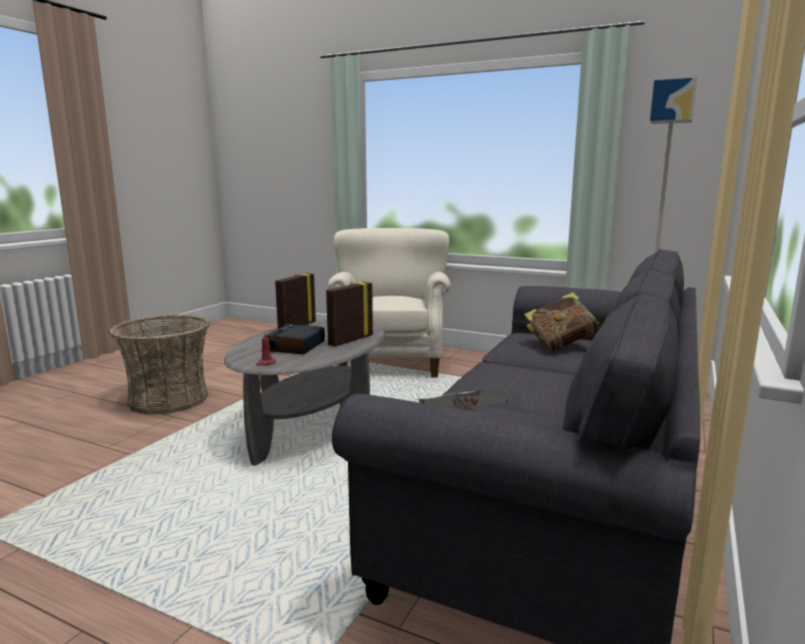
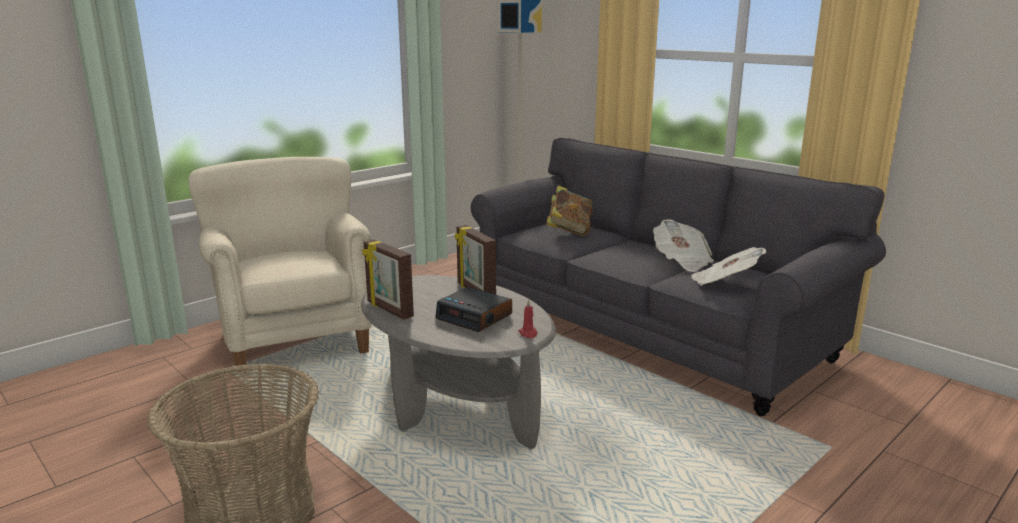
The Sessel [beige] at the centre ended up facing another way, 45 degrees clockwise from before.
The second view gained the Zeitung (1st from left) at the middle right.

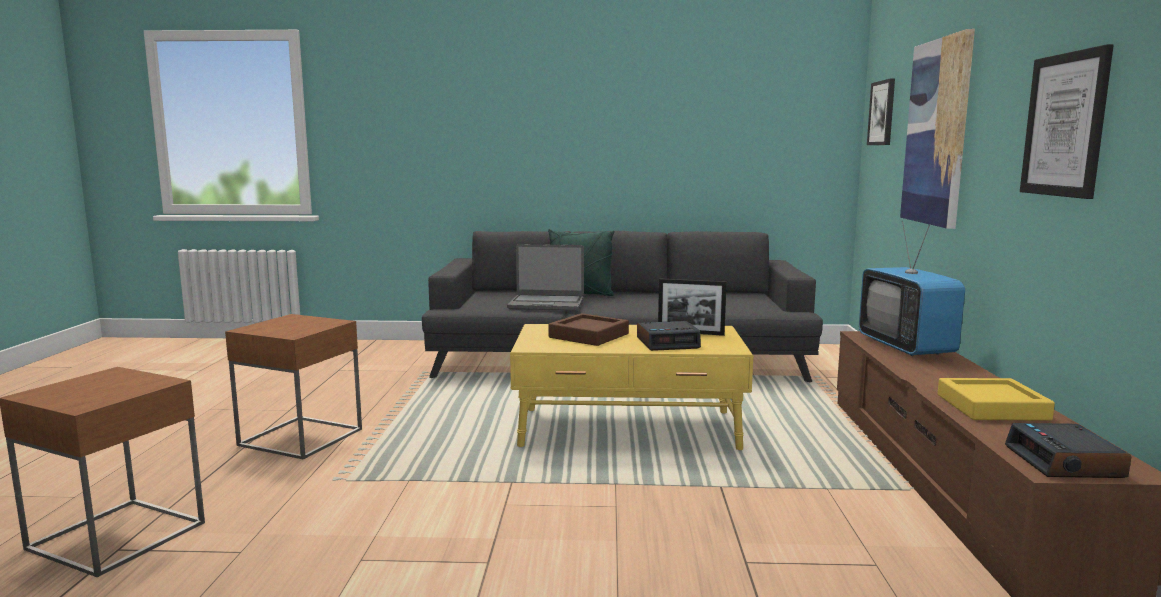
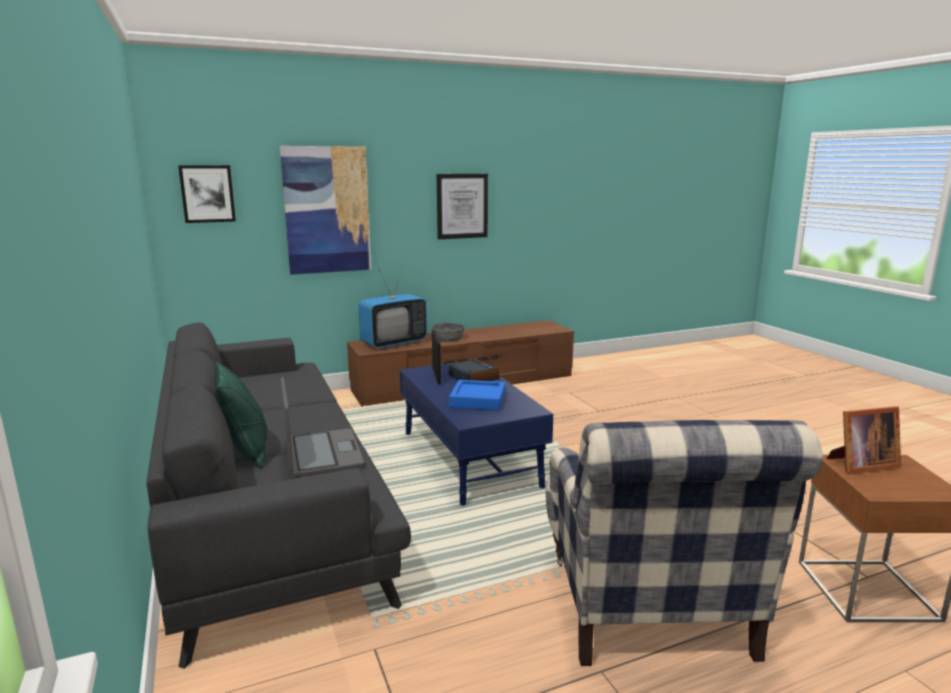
What was the Tablett [braun] at the centre turned into the Tablett [blau] at the centre.
Where the Beistelltisch [braun] (2nd from left) stood at the middle left, the Sessel came to stand at the bottom right.
What was the Couchtisch [gelb] at the centre turned into the Couchtisch [blau] at the centre.
The second view lost the Tablett [gelb] at the bottom right.
The second view lost the Wecker (2nd from left) at the bottom right.
The second view gained the Schüssel [grau] at the centre.
The second view gained the Bilderrahmen (2nd from left) at the middle right.

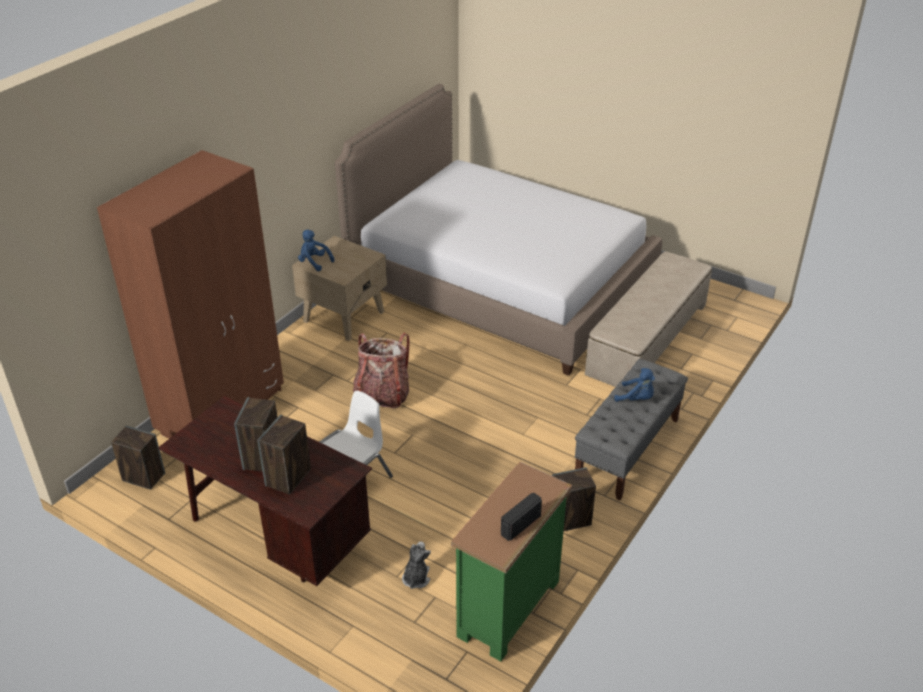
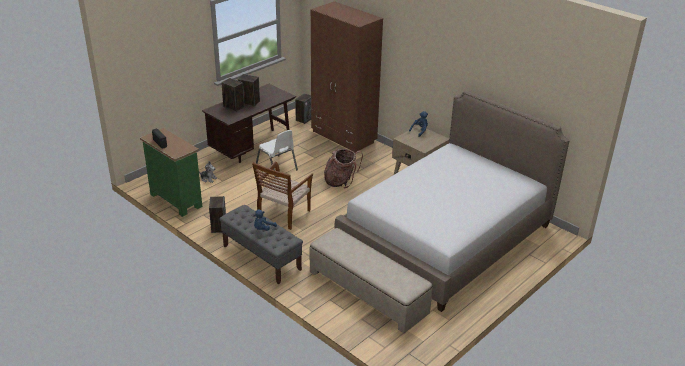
The second view gained the Sessel [braun] at the centre.

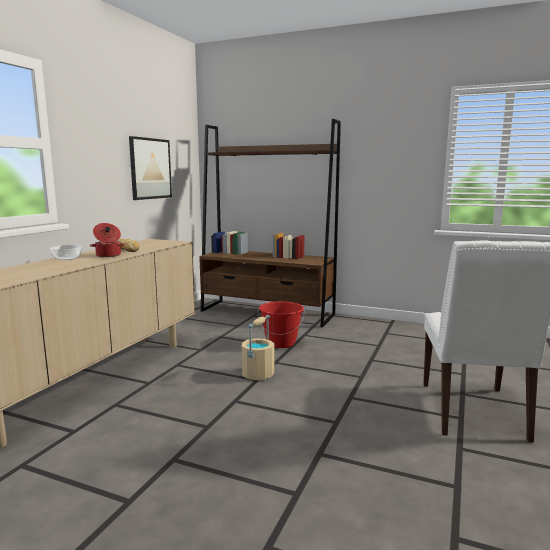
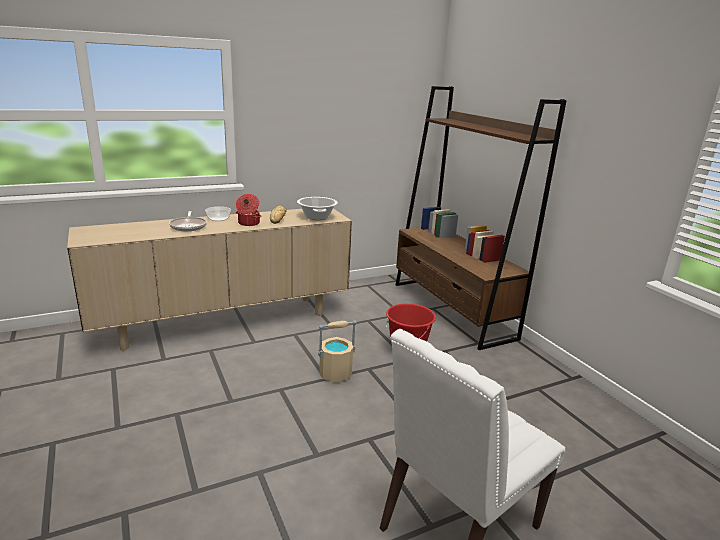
The second view lost the Bild at the top left.
The second view gained the Kochtopf (2nd from left) at the centre.
The second view gained the Pfanne at the middle left.

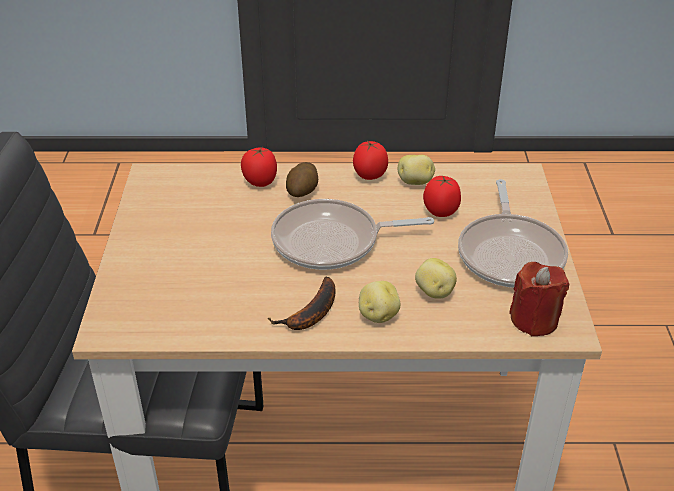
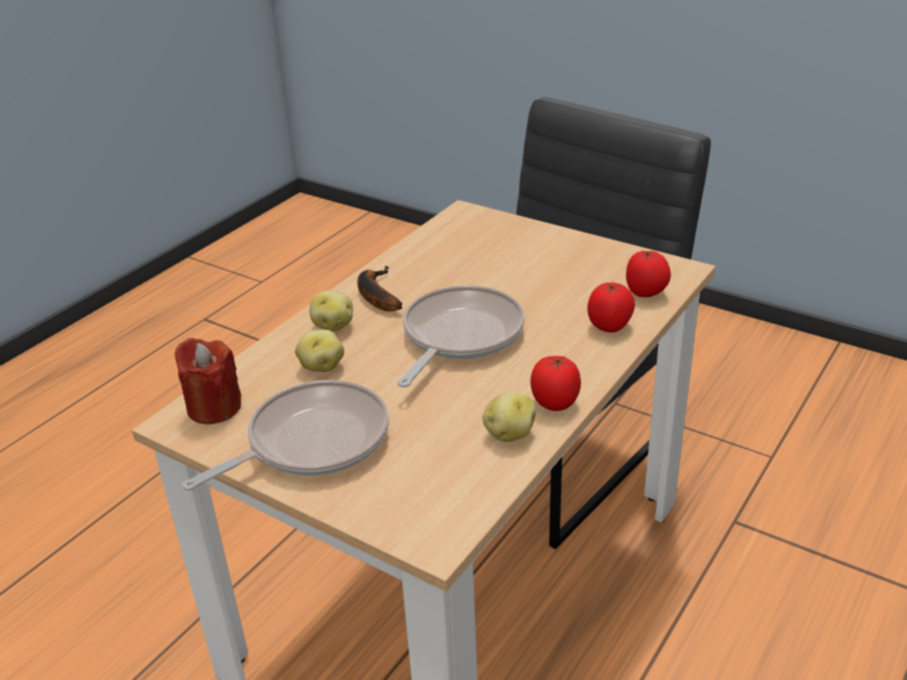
The second view lost the Kartoffel (1st from left) at the centre.
The Tomate (3rd from left) ended up elsewhere, having gone from the centre to the middle right.
The Pfanne (2nd from left in the first image) at the middle right ended up facing another way, 105 degrees clockwise from before.

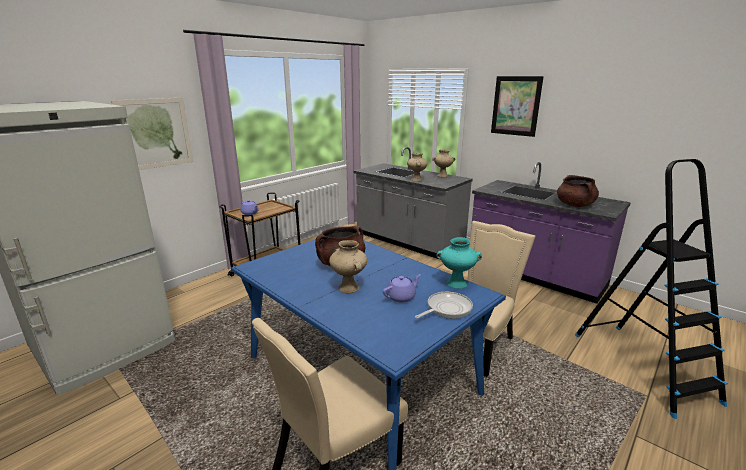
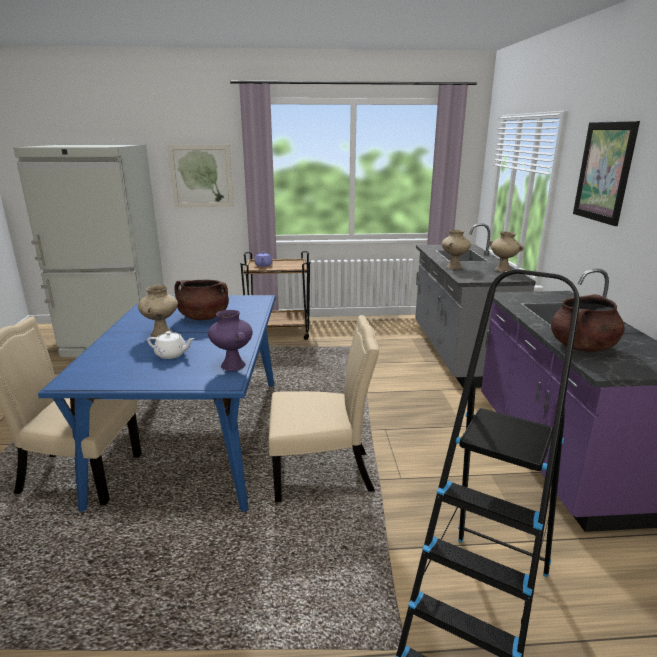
What was the Vase [türkis] at the centre turned into the Vase [lila] at the centre.
What was the Teekanne [lila] (2nd from left) at the centre turned into the Teekanne [weiß] at the middle left.
The second view lost the Pfanne at the centre.

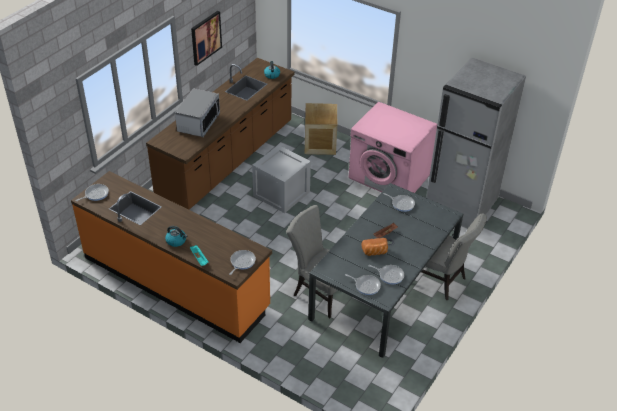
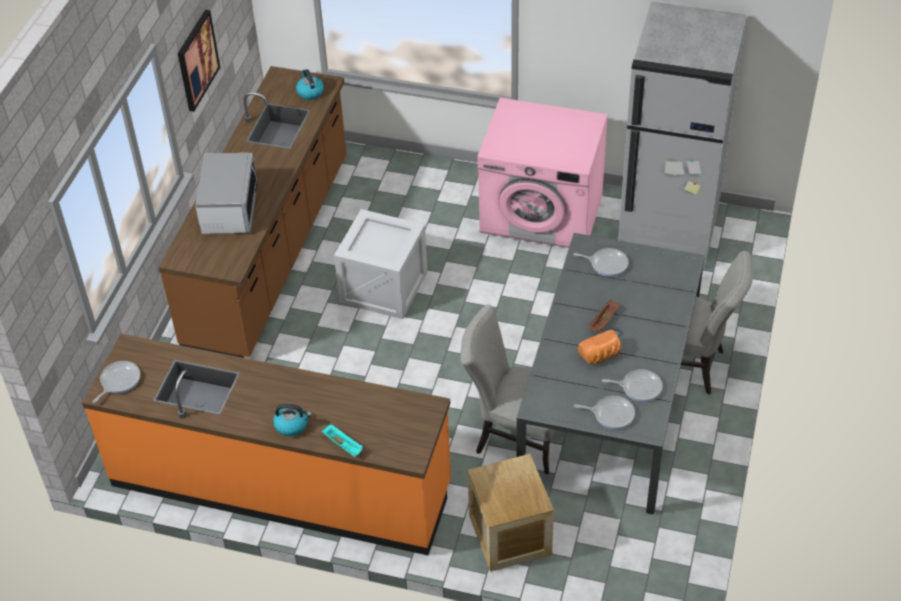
The Kiste (2nd from left) ended up elsewhere, having gone from the top centre to the bottom centre.
The second view lost the Pfanne (2nd from left) at the centre.

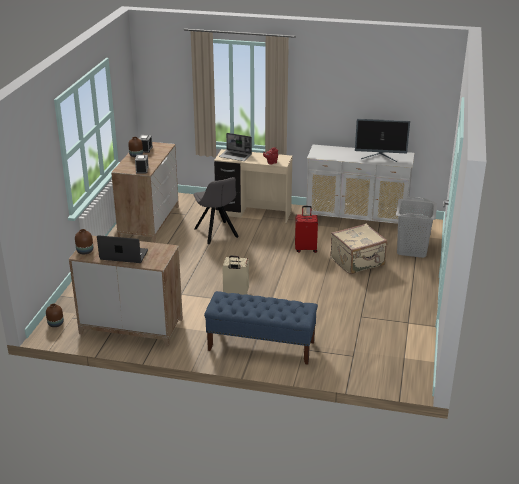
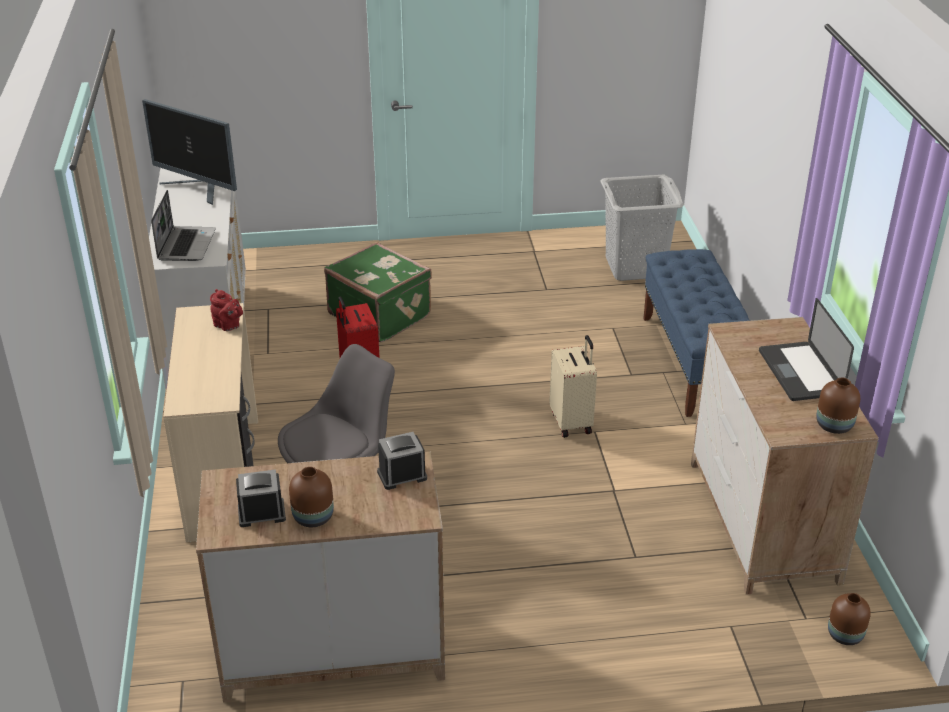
The Monitor at the top right ended up facing another way, 135 degrees clockwise from before.
The Laptop (2nd from left in the first image) ended up elsewhere, having gone from the top centre to the top left.
The Wäschekorb [grau] ended up elsewhere, having gone from the middle right to the top right.
What was the Koffer [beige] (2nd from left) at the middle right turned into the Koffer [grün] at the centre.

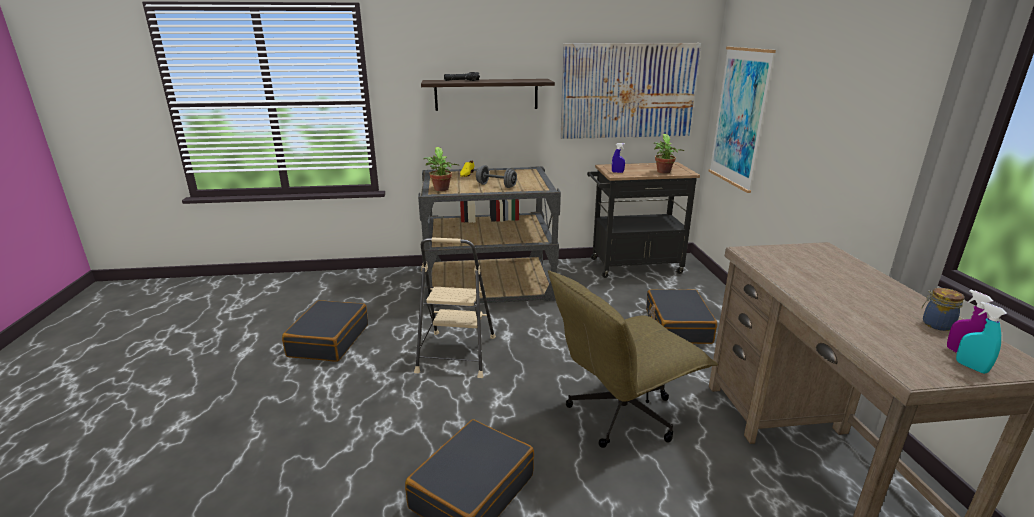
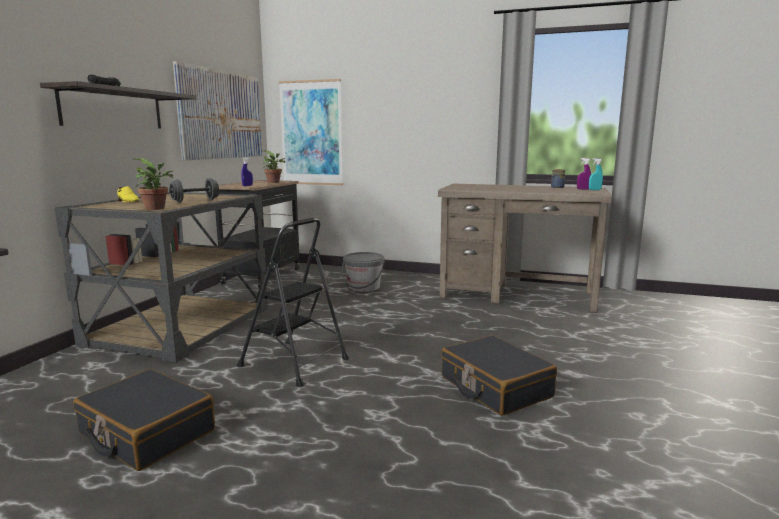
What was the Trittleiter [beige] at the centre turned into the Trittleiter [schwarz] at the centre.
The second view lost the Bürostuhl [beige] at the bottom centre.
Where the Koffer [schwarz] (3rd from left) stood at the centre, the Eimer [grau] came to stand at the centre.

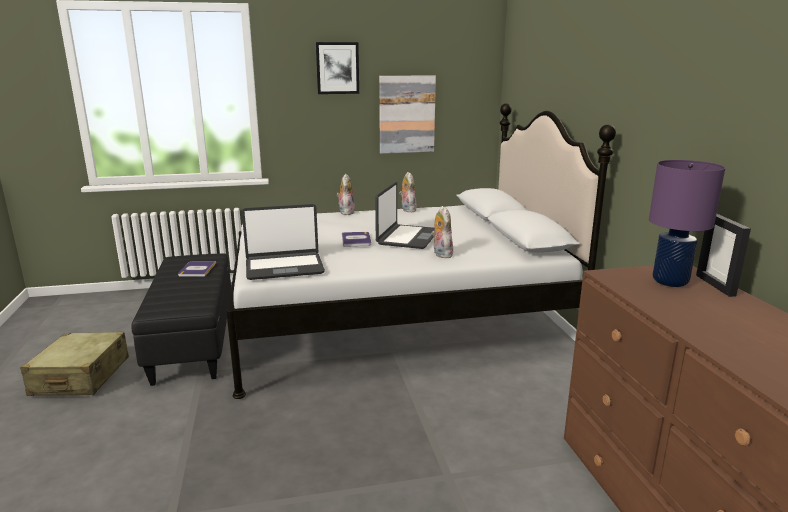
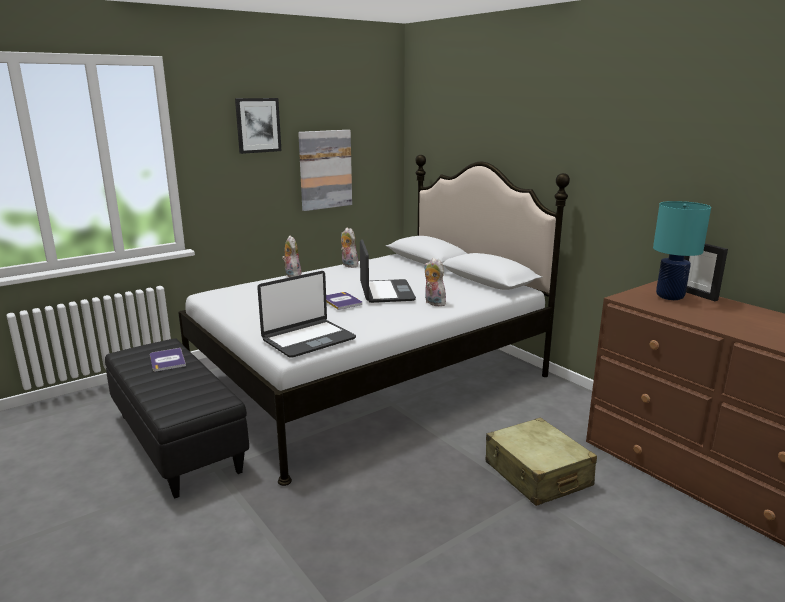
What was the Tischlampe [lila] at the middle right turned into the Tischlampe [türkis] at the middle right.
The Koffer [beige] ended up elsewhere, having gone from the bottom left to the bottom right.

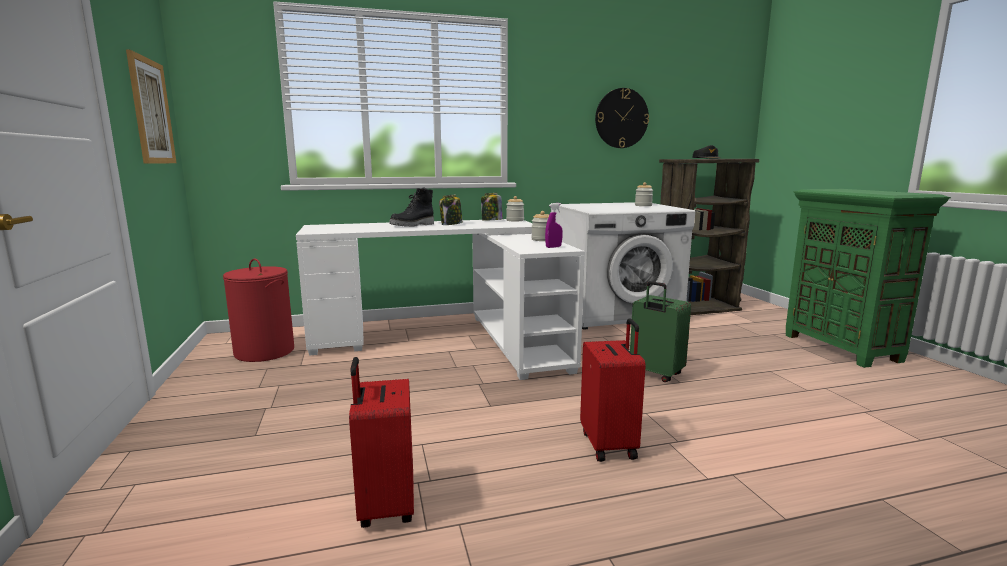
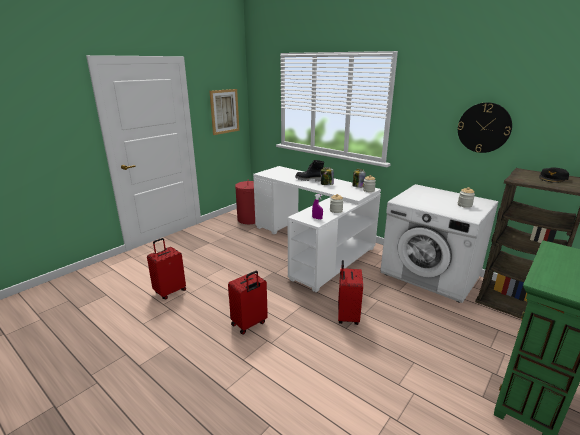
What was the Koffer [grün] at the centre turned into the Koffer [rot] (3rd from left) at the bottom centre.

